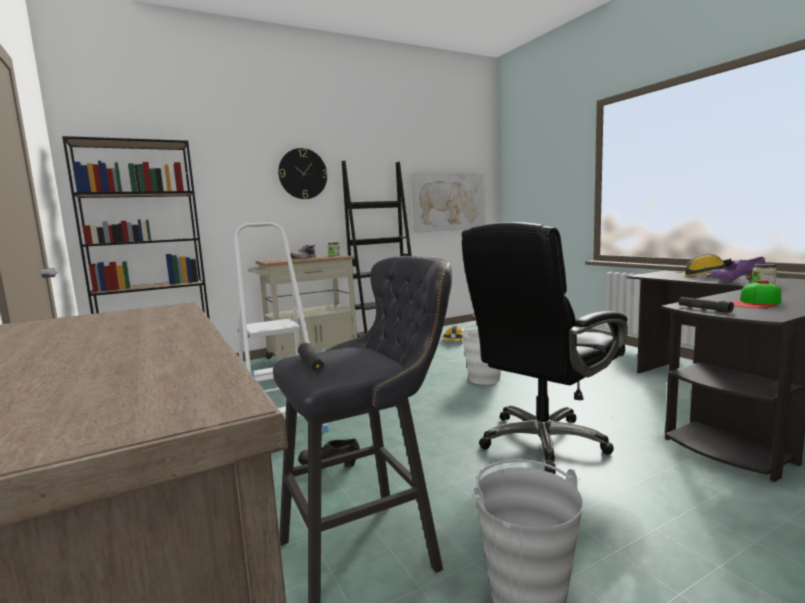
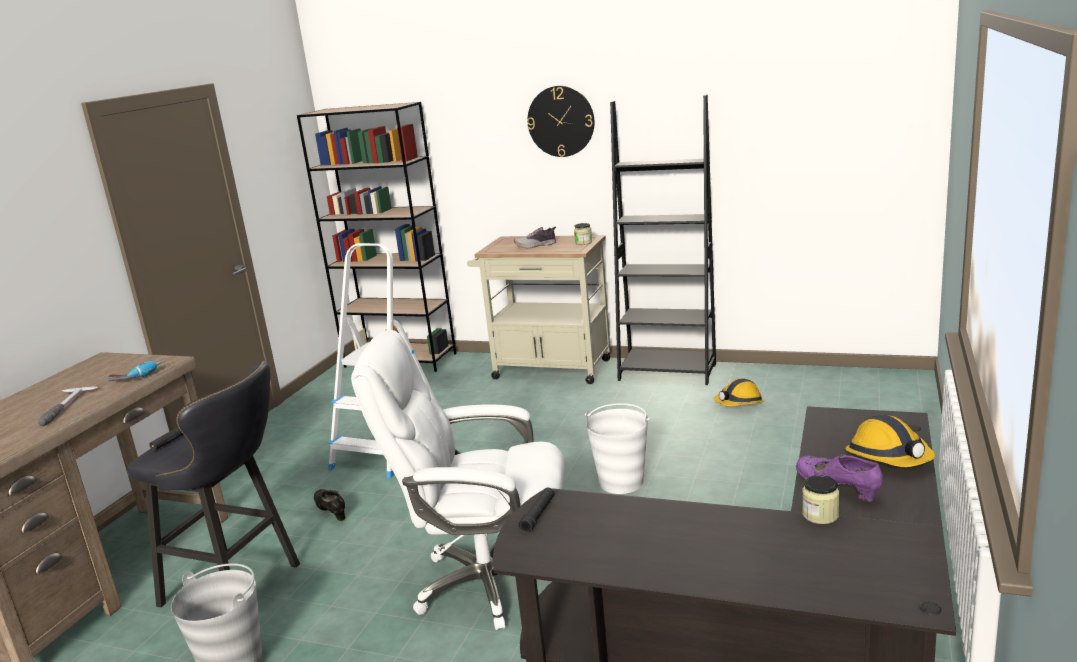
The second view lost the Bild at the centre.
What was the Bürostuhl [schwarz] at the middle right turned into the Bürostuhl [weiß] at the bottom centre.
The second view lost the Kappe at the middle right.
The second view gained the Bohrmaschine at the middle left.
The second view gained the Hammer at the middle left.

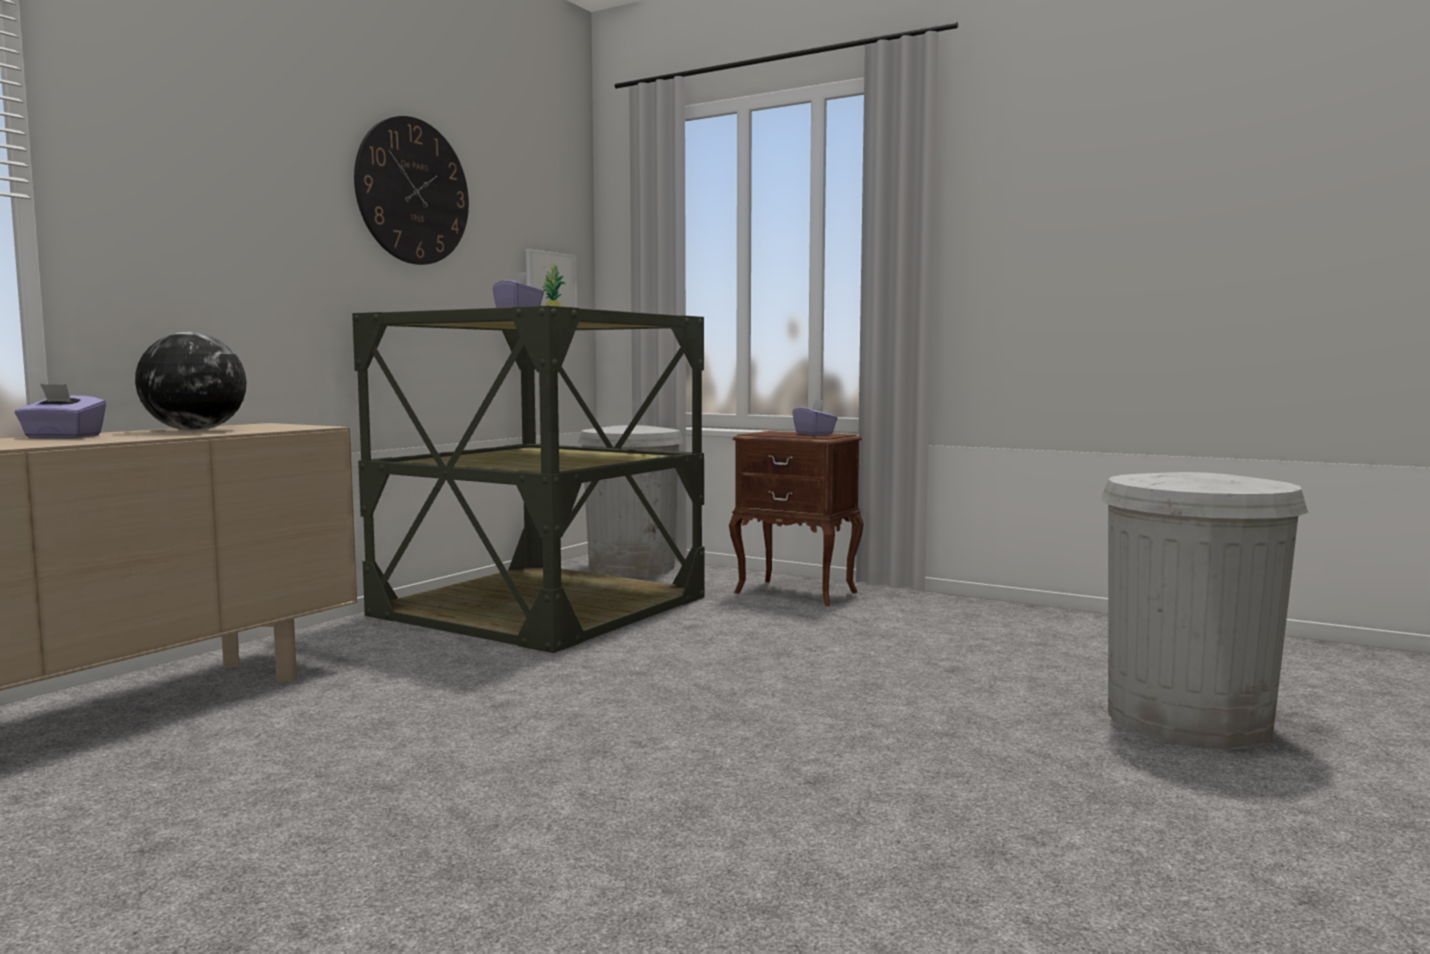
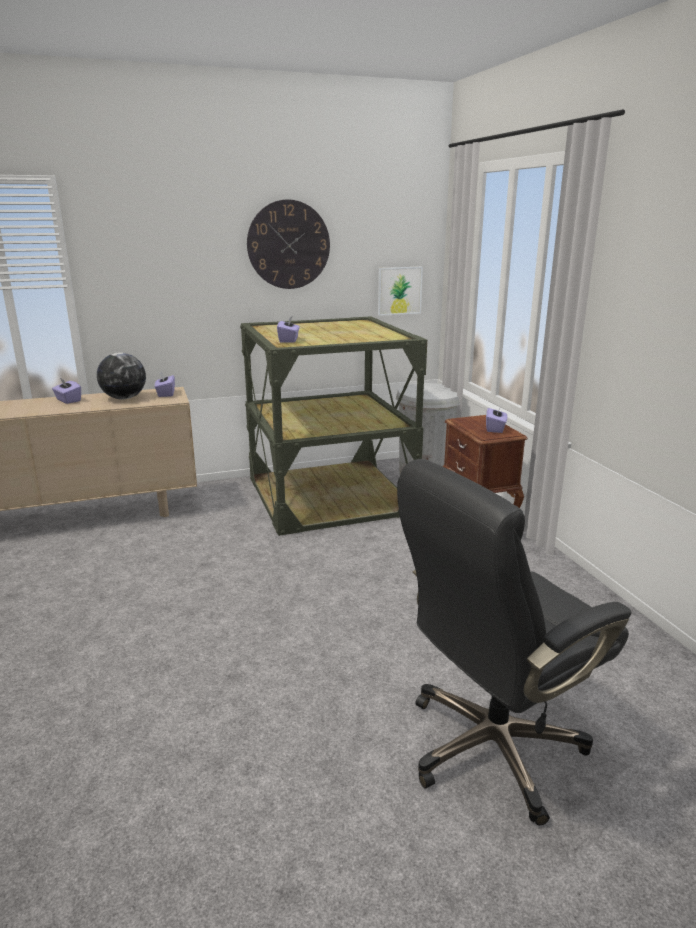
Where the Mülleimer [weiß] (2nd from left) stood at the middle right, the Bürostuhl [schwarz] came to stand at the bottom right.
The second view gained the Taschentuchbox [lila] (2nd from left) at the middle left.

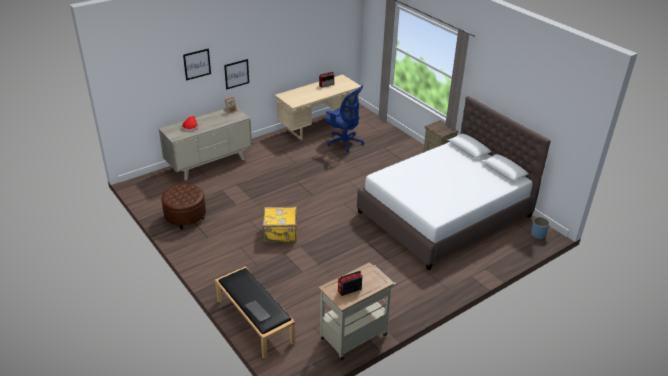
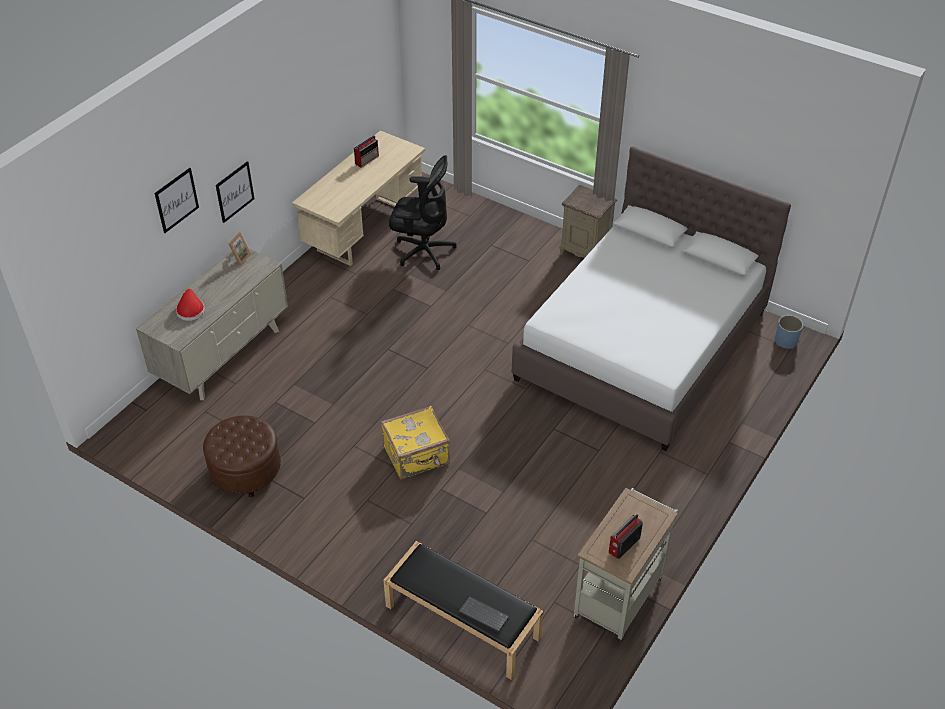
What was the Bürostuhl [blau] at the top centre turned into the Bürostuhl [schwarz] at the top centre.

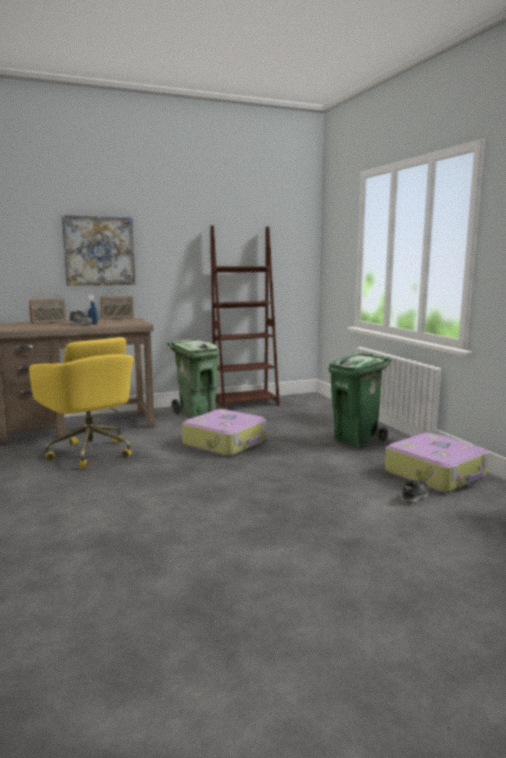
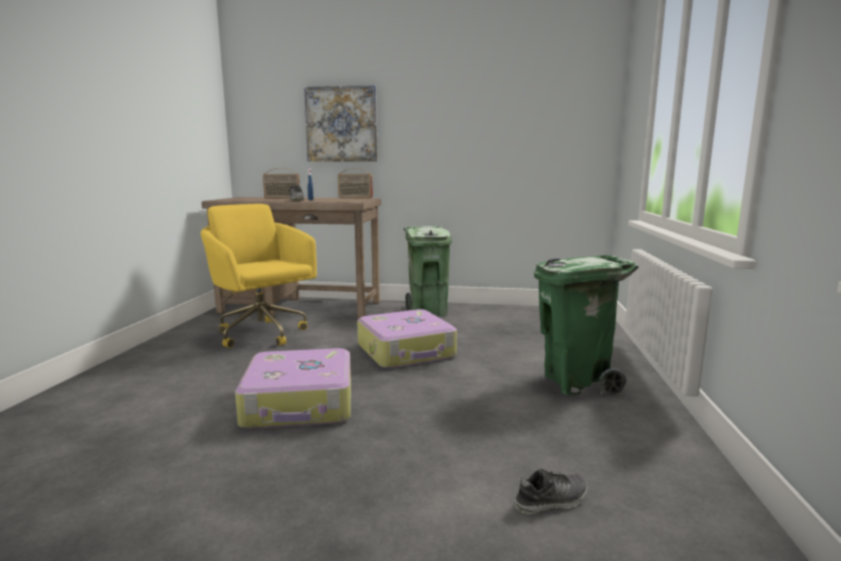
The second view lost the Bücherregal [braun] at the centre.
The Bürostuhl [gelb] at the middle left ended up facing another way, 150 degrees clockwise from before.
The Koffer (2nd from left in the first image) ended up elsewhere, having gone from the middle right to the bottom centre.

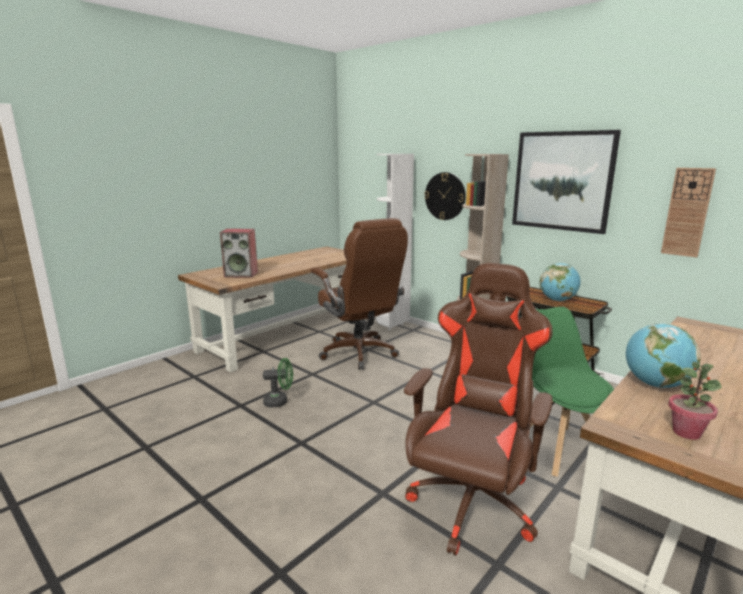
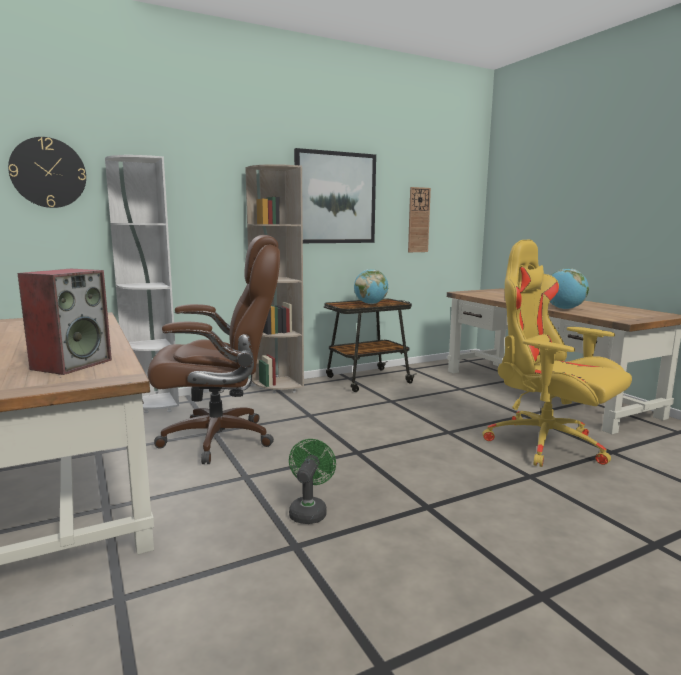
The Wanduhr (1st from left) ended up elsewhere, having gone from the top centre to the top left.
What was the Bürostuhl [braun] (2nd from left) at the bottom centre turned into the Bürostuhl [gelb] at the middle right.
The second view lost the Stuhl [grün] at the middle right.
The second view lost the Topfpflanze at the bottom right.

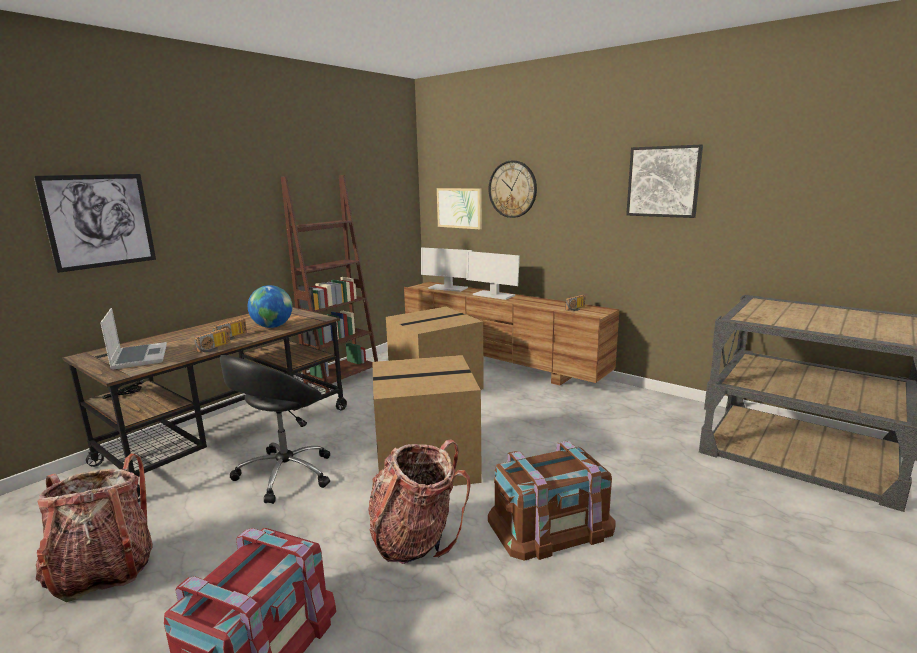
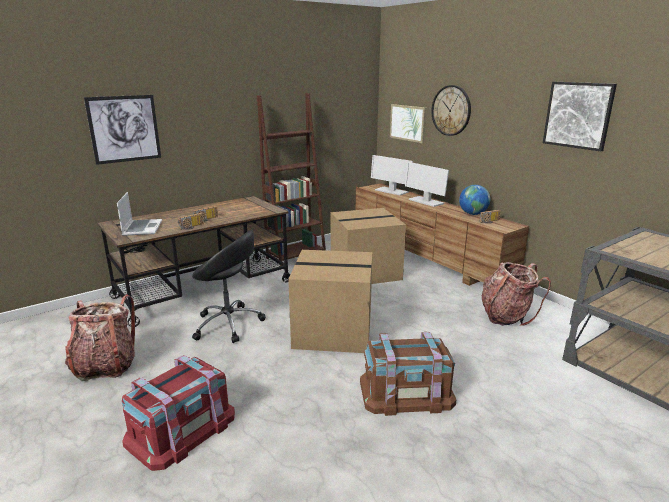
The Globus ended up elsewhere, having gone from the middle left to the middle right.
The Bürostuhl [schwarz] at the middle left ended up facing another way, 120 degrees counterclockwise from before.
The Rucksack (2nd from left) ended up elsewhere, having gone from the bottom centre to the middle right.

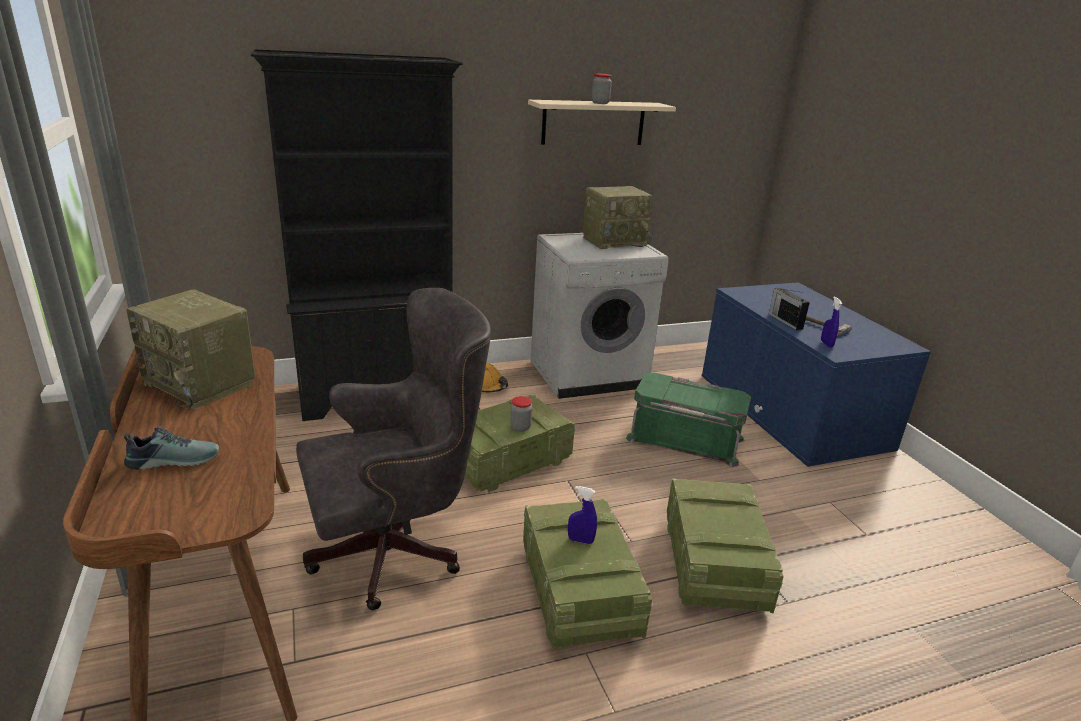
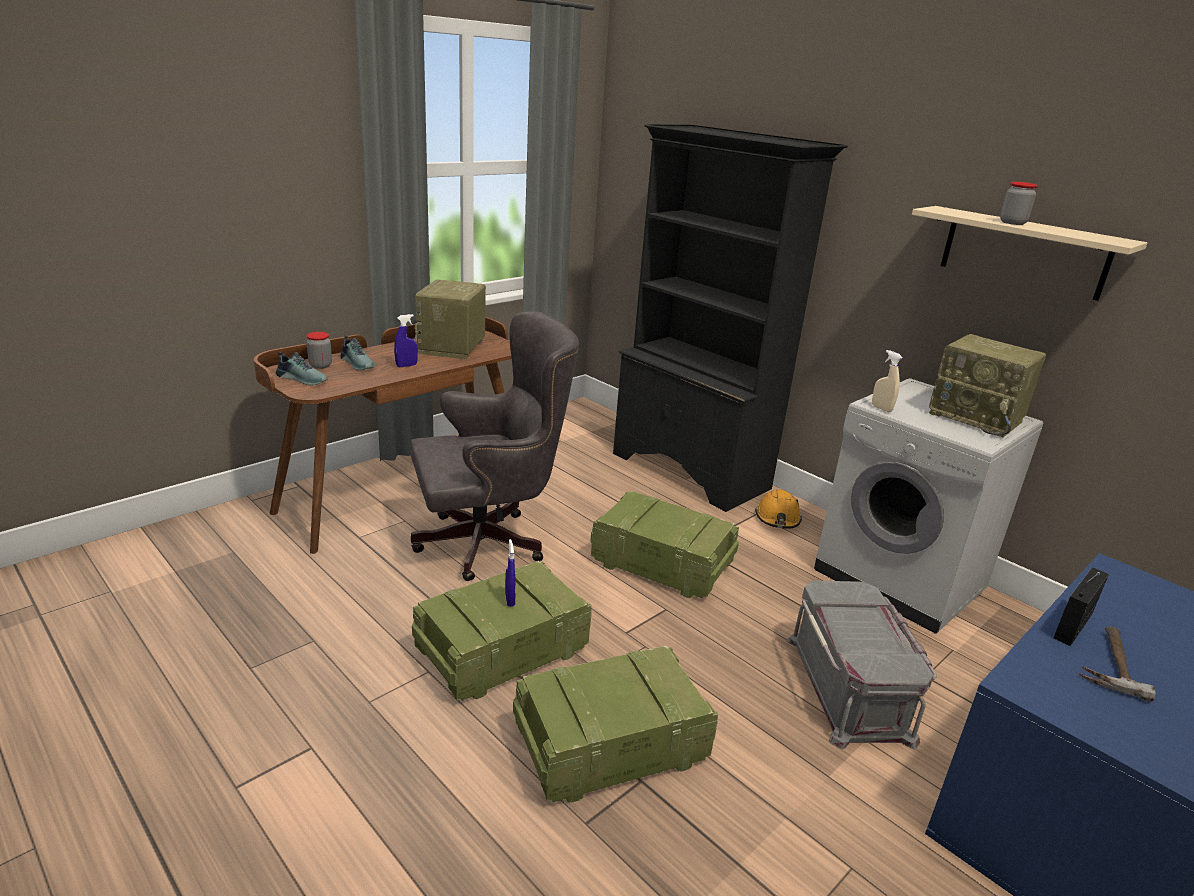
The Bürostuhl [grau] at the centre ended up facing another way, 60 degrees counterclockwise from before.
The Sprühflasche [blau] (2nd from left in the first image) ended up elsewhere, having gone from the middle right to the centre.
What was the Aufbewahrungsbox [grün] at the centre turned into the Aufbewahrungsbox [grau] at the bottom right.
The Vorratsglas (1st from left) ended up elsewhere, having gone from the centre to the middle left.
The second view gained the Sprühflasche [beige] at the middle right.
The second view gained the Schuh (1st from left) at the middle left.

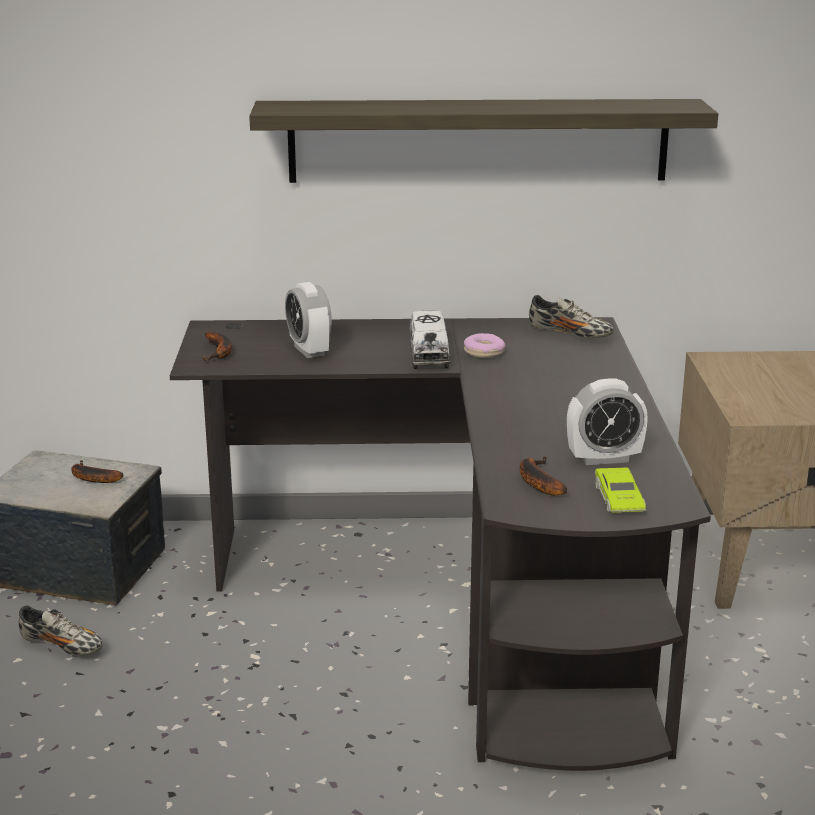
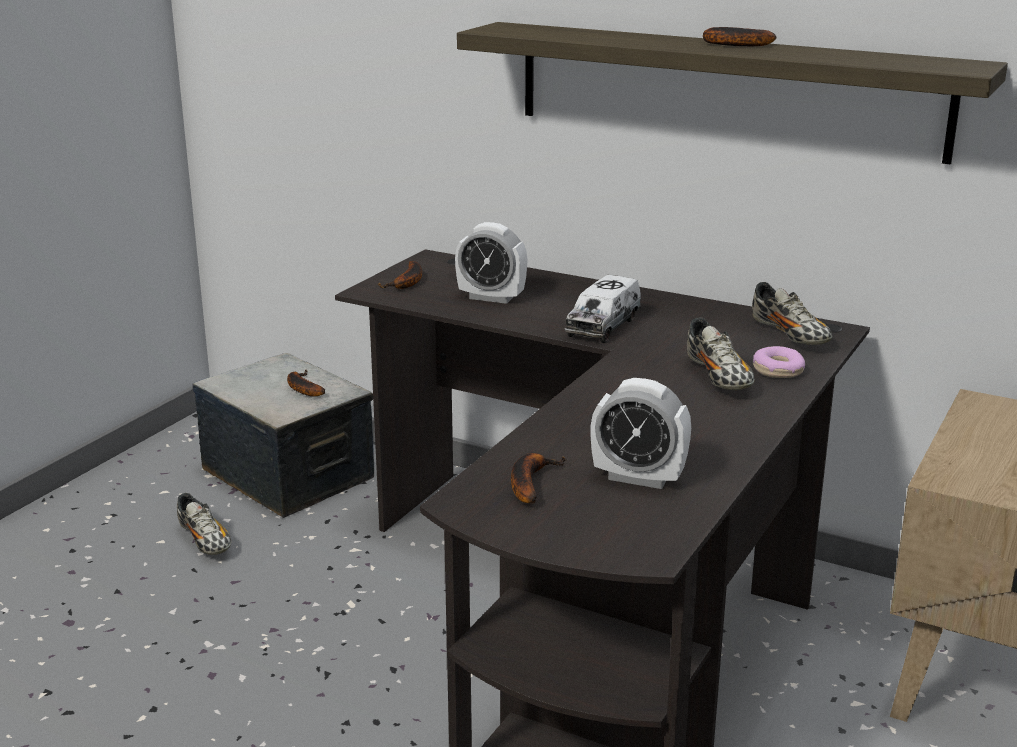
The Wecker (1st from left) at the centre ended up facing another way, 75 degrees counterclockwise from before.
The Donut ended up elsewhere, having gone from the centre to the middle right.
The second view lost the Spielzeugauto [grün] at the middle right.
The second view gained the Banane (4th from left) at the top right.
The second view gained the Schuh (2nd from left) at the middle right.

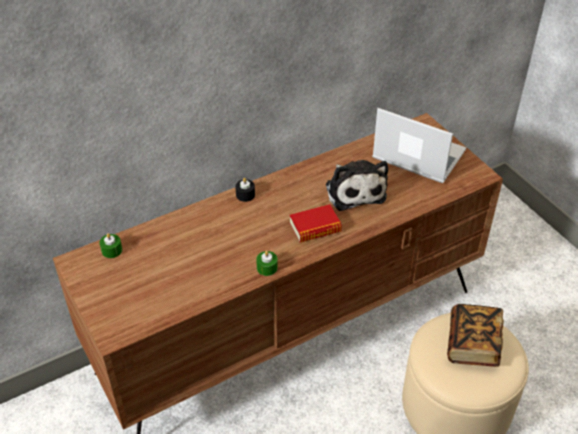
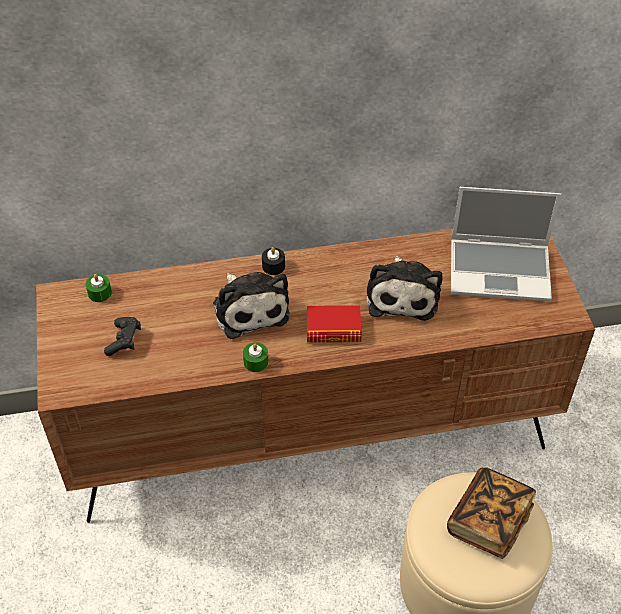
The Laptop at the middle right ended up facing another way, 135 degrees clockwise from before.
The second view gained the Plüschtier (1st from left) at the centre.
The second view gained the Gamepad [schwarz] at the middle left.

